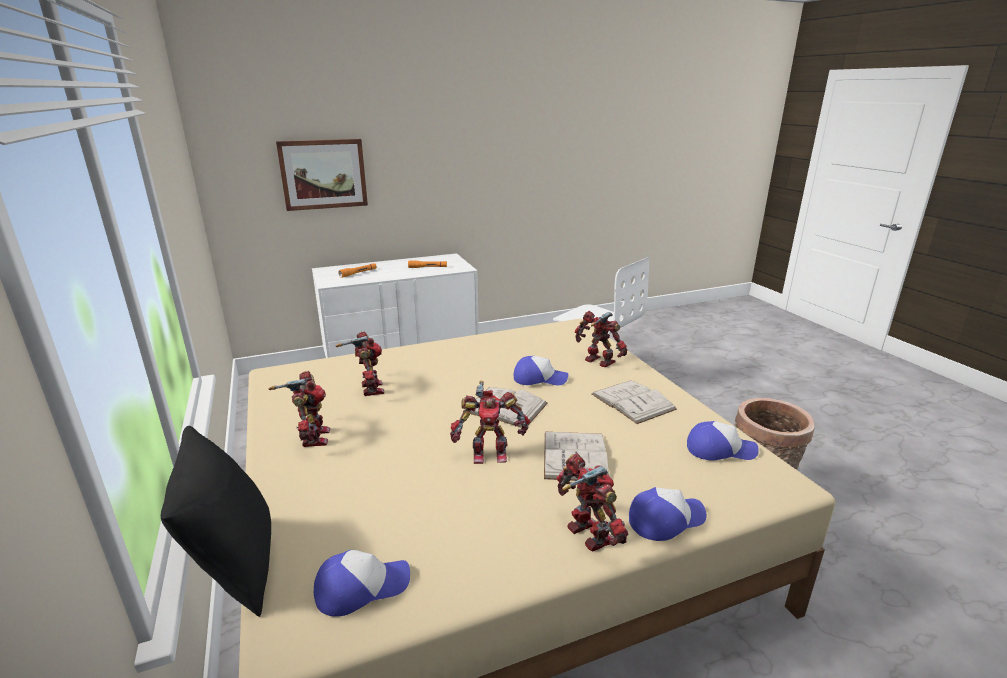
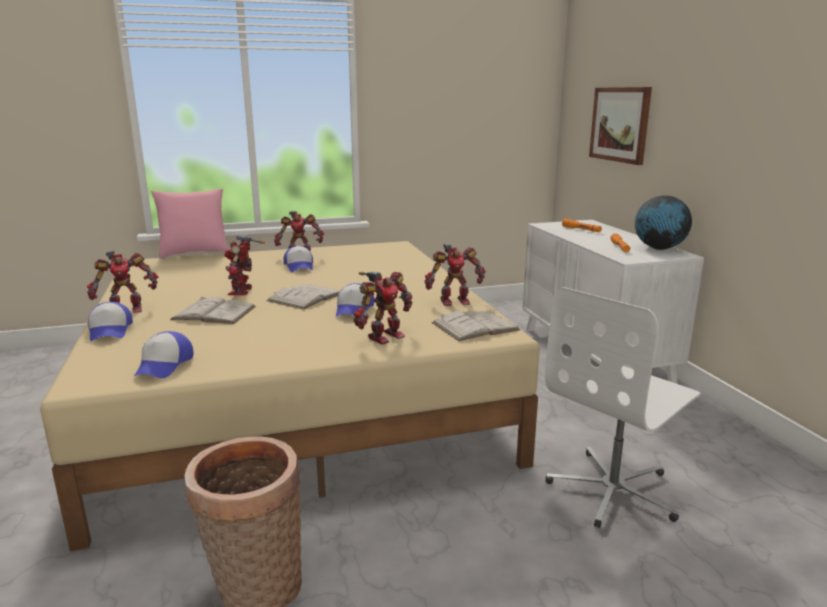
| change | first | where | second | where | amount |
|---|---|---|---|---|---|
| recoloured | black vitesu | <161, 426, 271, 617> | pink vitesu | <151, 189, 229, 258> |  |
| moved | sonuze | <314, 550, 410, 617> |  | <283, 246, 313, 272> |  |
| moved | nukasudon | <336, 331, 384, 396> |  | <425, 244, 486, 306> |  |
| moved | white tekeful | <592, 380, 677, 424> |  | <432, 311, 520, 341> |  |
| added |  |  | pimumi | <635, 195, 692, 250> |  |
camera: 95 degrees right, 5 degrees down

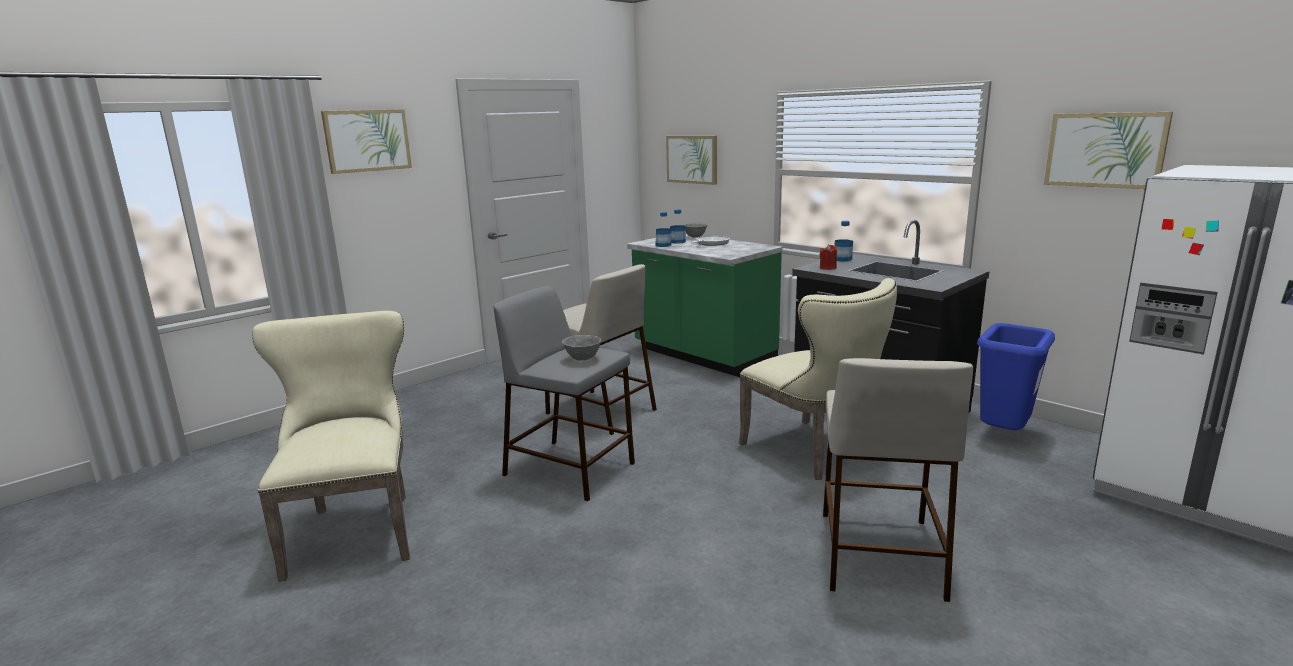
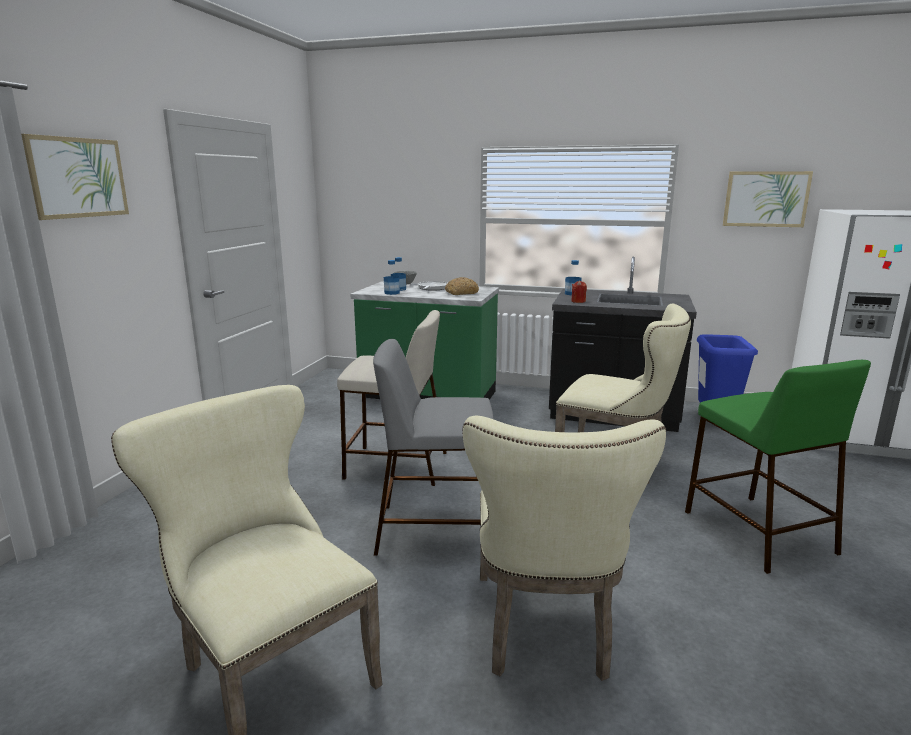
| change | first | where | second | where | amount |
|---|---|---|---|---|---|
| added |  |  | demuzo | <445, 277, 479, 295> |  |
| added |  |  | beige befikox | <462, 416, 666, 681> |  |
| recoloured | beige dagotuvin | <823, 358, 973, 602> | green dagotuvin | <685, 360, 871, 574> |  |
| removed | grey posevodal | <562, 335, 602, 361> |  |  |  |
| removed | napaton | <666, 136, 717, 185> |  |  |  |
camera: 30 degrees left, 0 degrees up

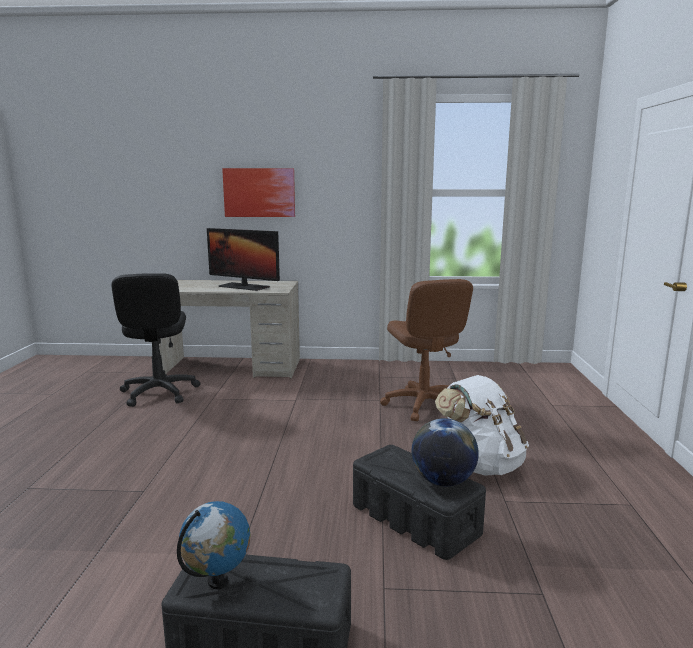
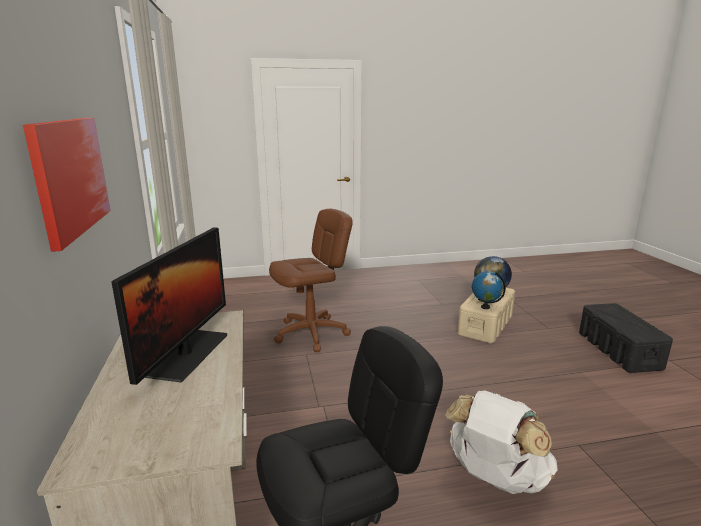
| change | first | where | second | where | amount |
|---|---|---|---|---|---|
| moved | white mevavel | <435, 375, 529, 476> |  | <445, 391, 557, 494> |  |
| recoloured | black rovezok | <353, 445, 486, 560> | beige rovezok | <458, 288, 515, 344> |  |
| moved | pimumi | <177, 501, 250, 590> |  | <472, 271, 506, 309> |  |
camera: 105 degrees left, 5 degrees up

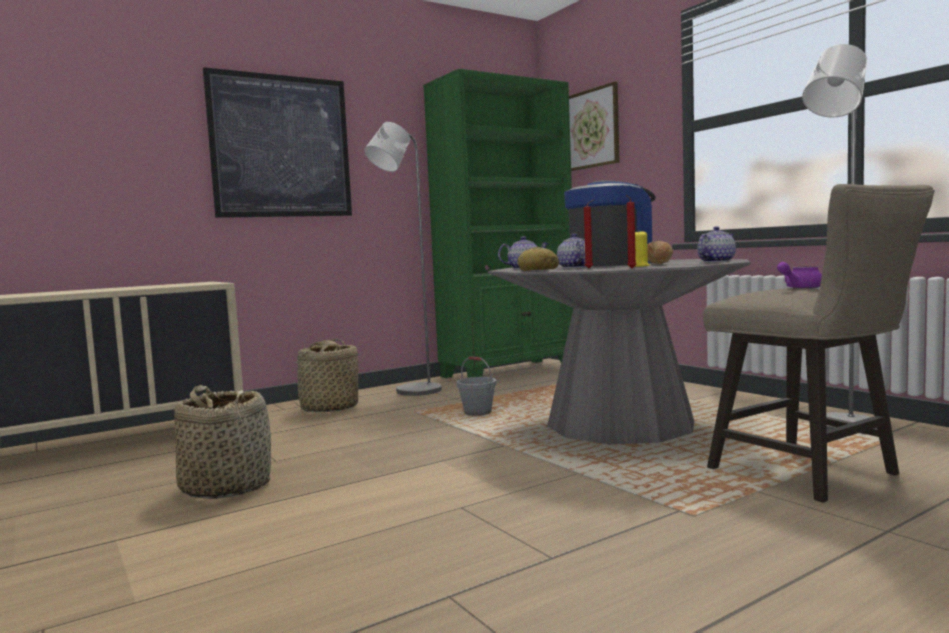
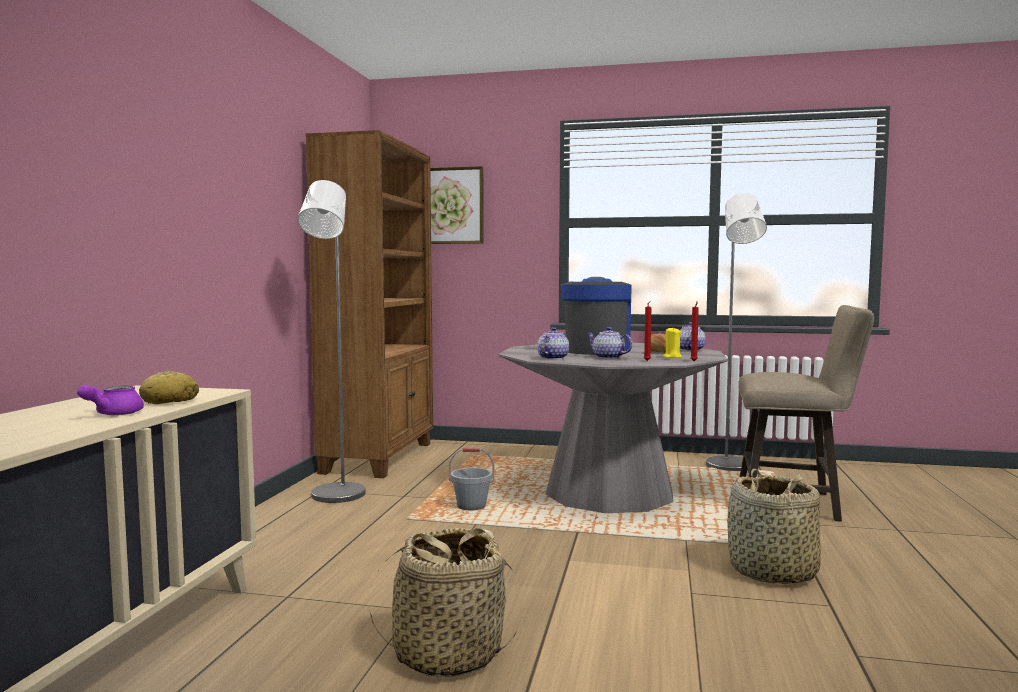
| change | first | where | second | where | amount |
|---|---|---|---|---|---|
| moved | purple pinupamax | <777, 262, 822, 289> |  | <77, 385, 144, 415> |  |
| moved | demuzo | <517, 247, 559, 271> |  | <139, 371, 199, 404> |  |
| recoloured | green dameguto | <423, 69, 573, 378> | brown dameguto | <305, 130, 433, 478> |  |
| moved | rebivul | <290, 339, 358, 412> |  | <727, 469, 821, 584> |  |
| removed | napaton | <203, 67, 352, 218> |  |  |  |
camera: 45 degrees left, 0 degrees up

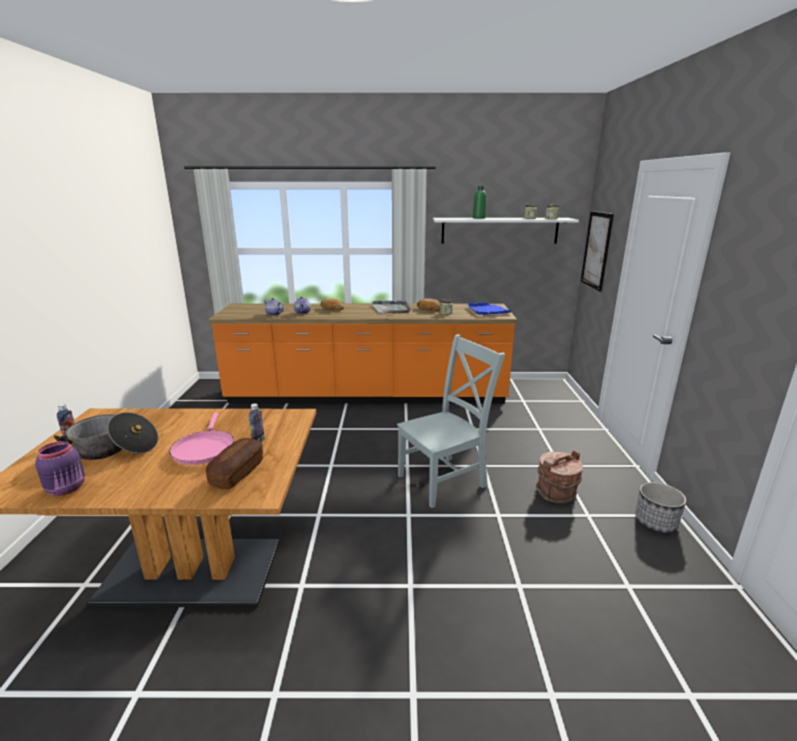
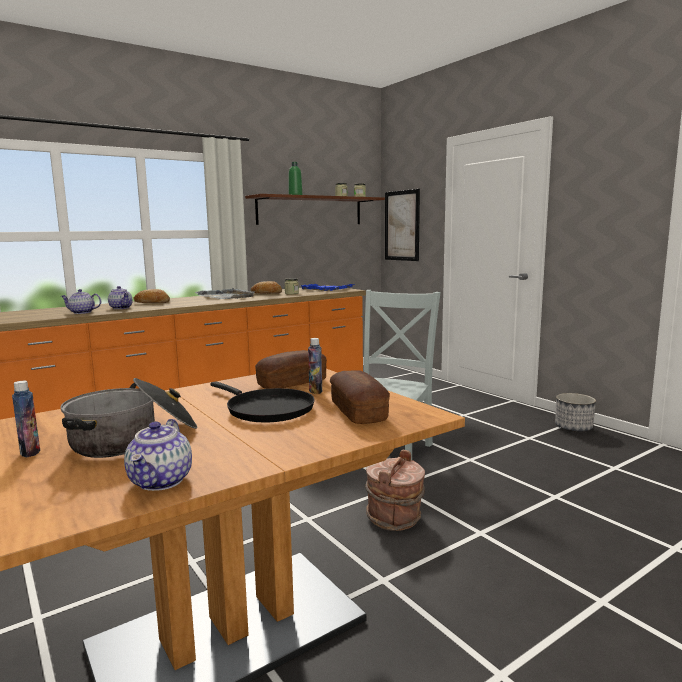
| change | first | where | second | where | amount |
|---|---|---|---|---|---|
| replaced | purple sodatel | <35, 441, 85, 496> | pinupamax | <124, 419, 192, 491> |  |
| recoloured | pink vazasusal | <169, 412, 234, 465> | black vazasusal | <210, 381, 315, 422> |  |
| recoloured | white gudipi | <433, 218, 579, 244> | brown gudipi | <245, 194, 385, 225> |  |
| added |  |  | demuzo | <255, 350, 327, 389> |  |
| moved | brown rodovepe | <536, 450, 583, 504> |  | <365, 449, 425, 531> |  |
camera: 35 degrees left, 10 degrees down

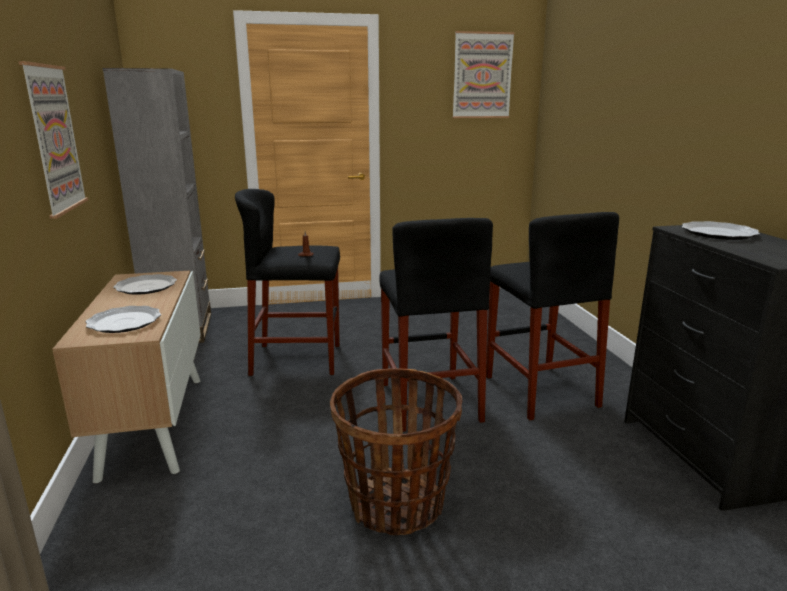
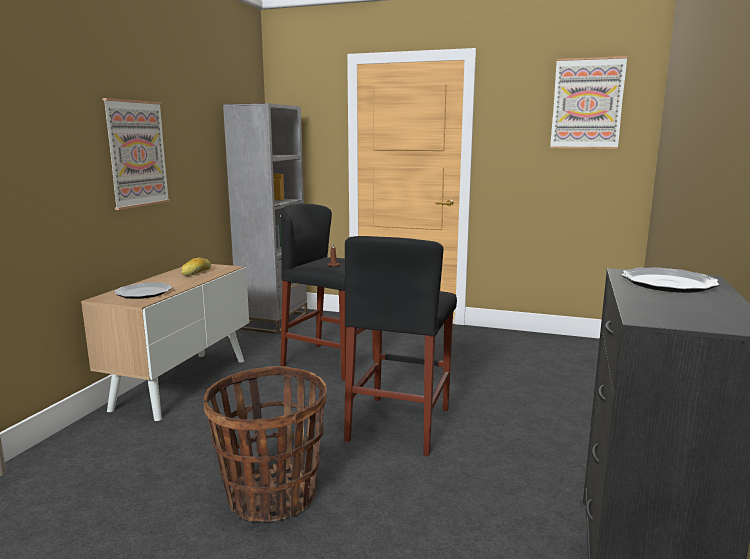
| change | first | where | second | where | amount |
|---|---|---|---|---|---|
| replaced | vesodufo | <113, 274, 177, 295> | demuzo | <181, 257, 211, 276> |  |
| removed | black dagotuvin | <486, 212, 619, 420> |  |  |  |
camera: 30 degrees right, 5 degrees down

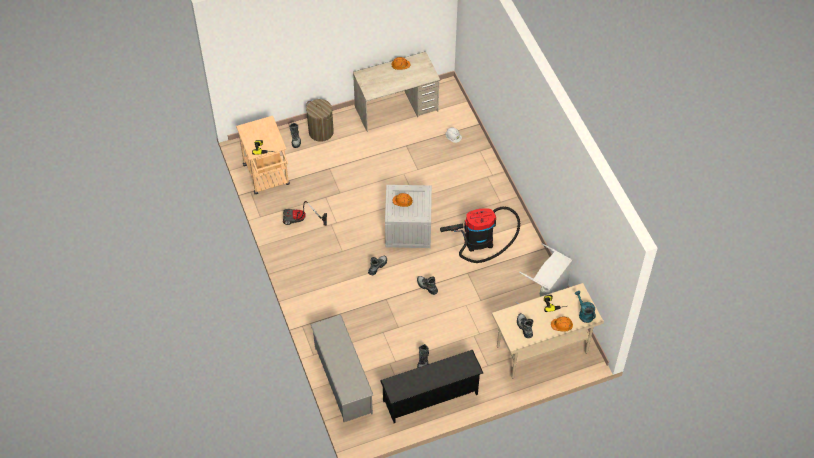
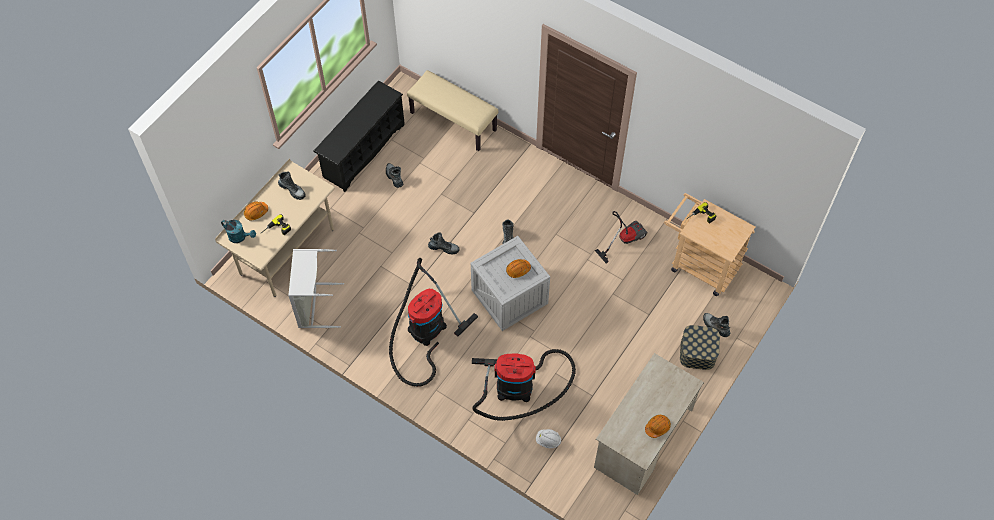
| change | first | where | second | where | amount |
|---|---|---|---|---|---|
| replaced | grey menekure | <310, 315, 373, 422> | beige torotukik | <407, 70, 498, 151> |  |
| added |  |  | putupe | <472, 349, 576, 421> |  |
| replaced | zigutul | <306, 99, 334, 142> | rovezok | <680, 325, 720, 370> |  |
camera: 145 degrees right, 5 degrees up

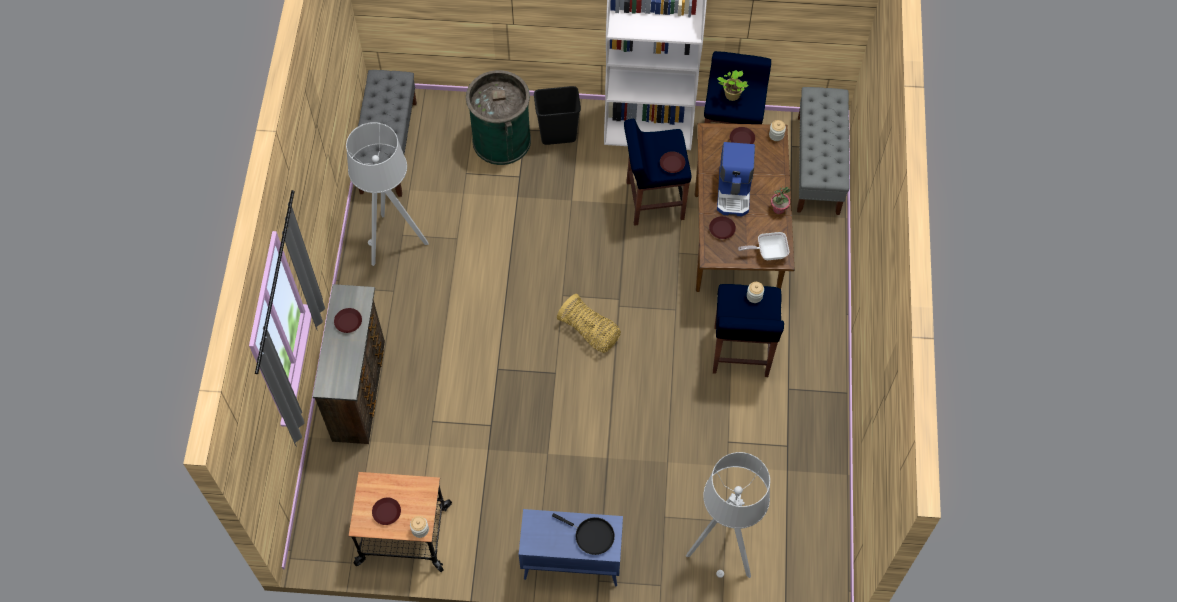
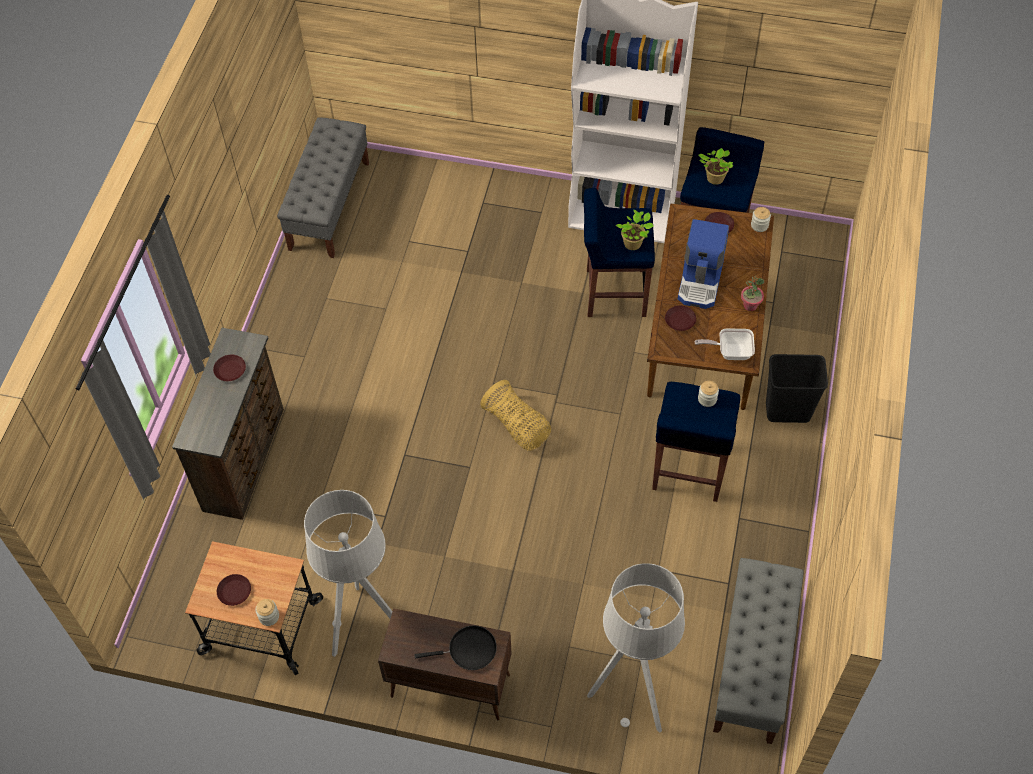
| change | first | where | second | where | amount |
|---|---|---|---|---|---|
| moved | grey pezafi | <346, 122, 429, 266> |  | <304, 490, 393, 657> |  |
| recoloured | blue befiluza | <519, 509, 623, 586> | brown befiluza | <378, 608, 512, 720> |  |
| turned | black vazasusal | <552, 513, 615, 555> |  | <415, 626, 497, 670> | 45 degrees counterclockwise |
| replaced | brown vesodufo | <660, 151, 686, 173> | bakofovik | <616, 210, 654, 250> |  |
| moved | grey torotukik | <797, 87, 850, 215> |  | <713, 558, 803, 744> |  |
| moved | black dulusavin | <534, 86, 581, 145> |  | <766, 354, 828, 423> |  |
| removed | green dulusavin | <466, 70, 531, 165> |  |  |  |
camera: 10 degrees right, 5 degrees down

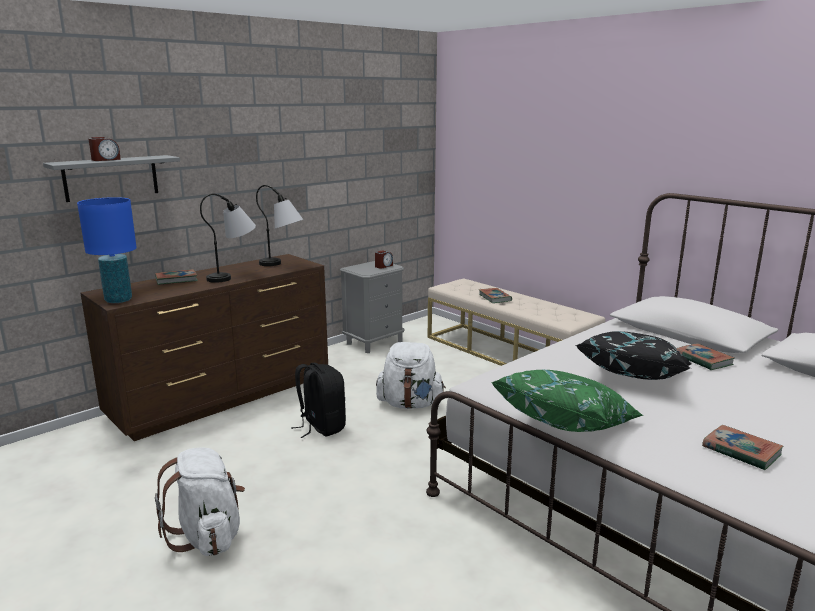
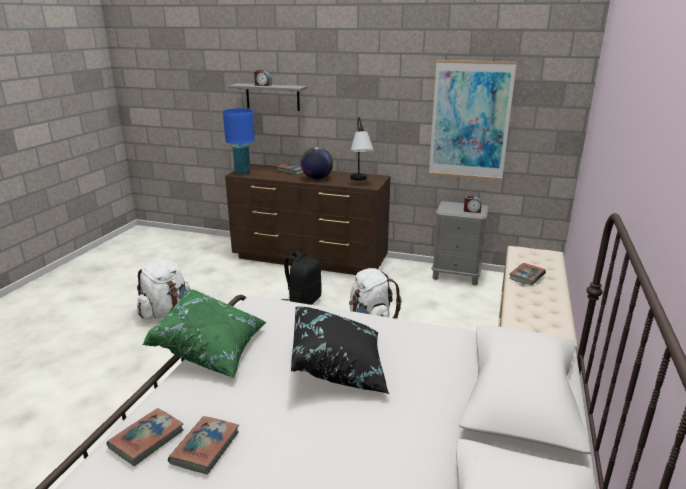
| change | first | where | second | where | amount |
|---|---|---|---|---|---|
| moved | tekeful | <676, 343, 735, 370> |  | <107, 408, 184, 466> |  |
| replaced | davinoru | <200, 194, 256, 283> | pimumi | <301, 147, 333, 180> |  |
| added |  |  | napaton | <429, 60, 517, 180> |  |
camera: 60 degrees right, 5 degrees up

